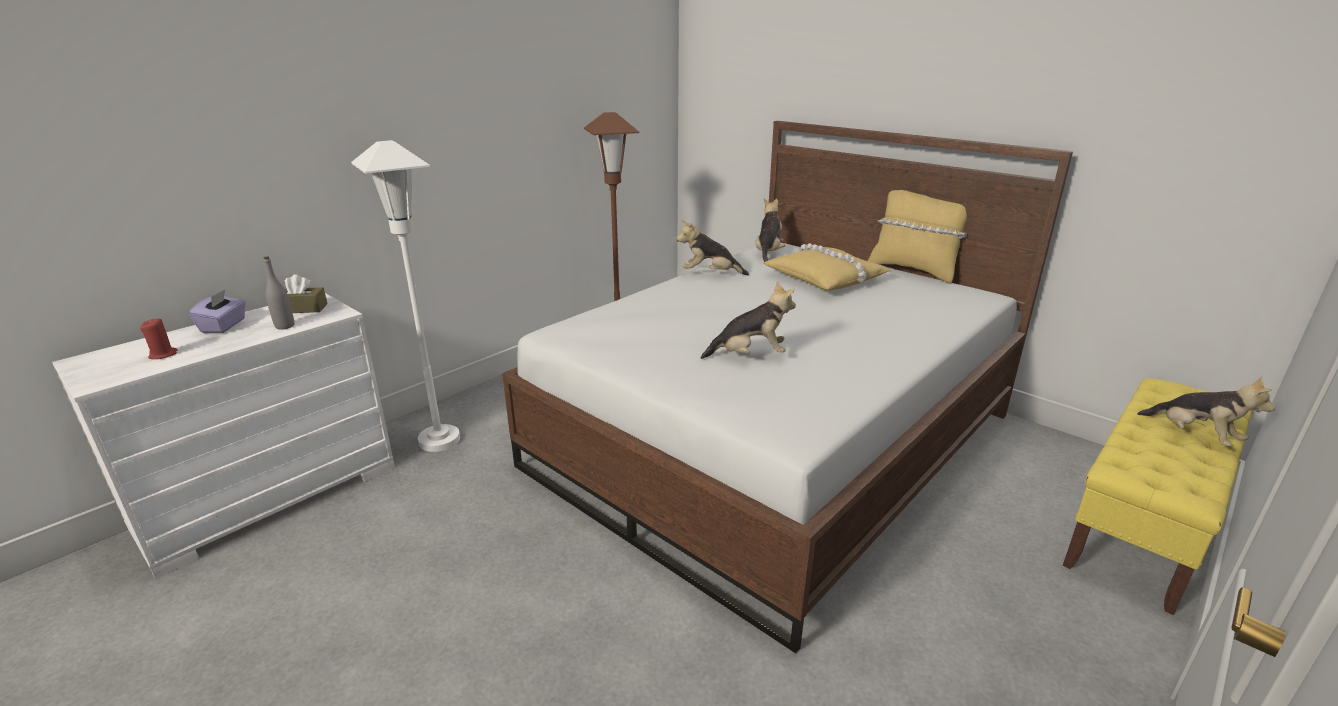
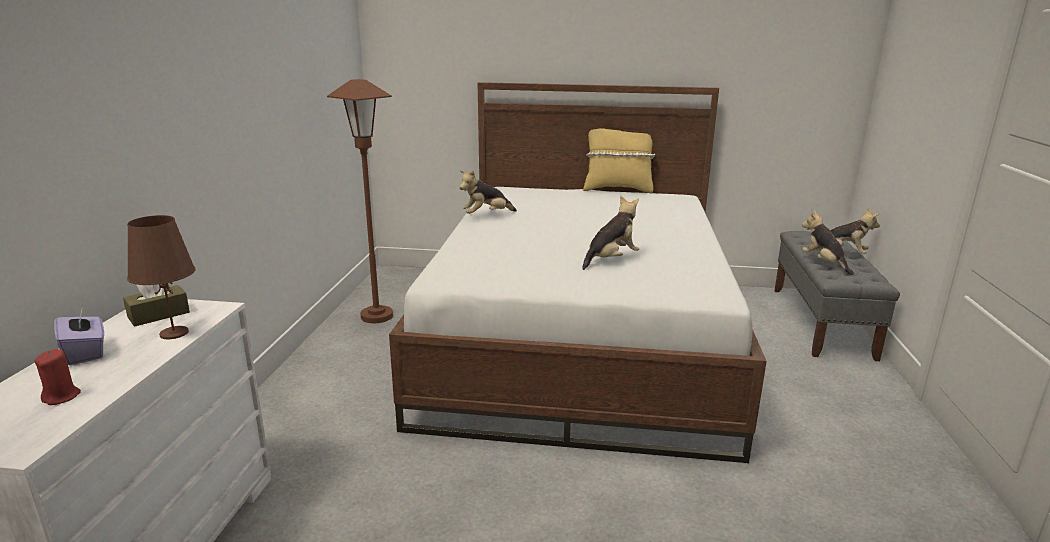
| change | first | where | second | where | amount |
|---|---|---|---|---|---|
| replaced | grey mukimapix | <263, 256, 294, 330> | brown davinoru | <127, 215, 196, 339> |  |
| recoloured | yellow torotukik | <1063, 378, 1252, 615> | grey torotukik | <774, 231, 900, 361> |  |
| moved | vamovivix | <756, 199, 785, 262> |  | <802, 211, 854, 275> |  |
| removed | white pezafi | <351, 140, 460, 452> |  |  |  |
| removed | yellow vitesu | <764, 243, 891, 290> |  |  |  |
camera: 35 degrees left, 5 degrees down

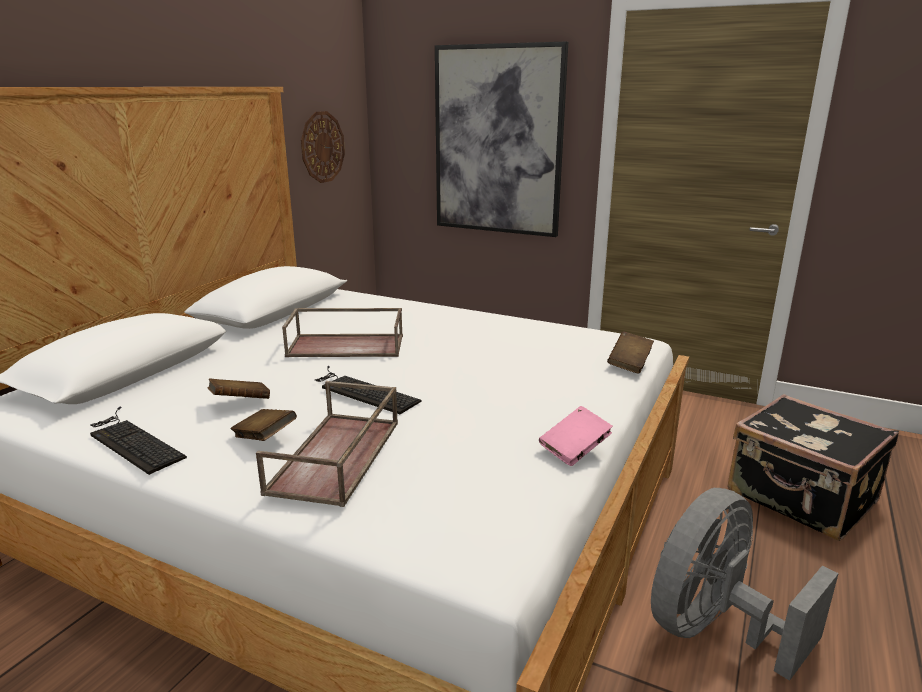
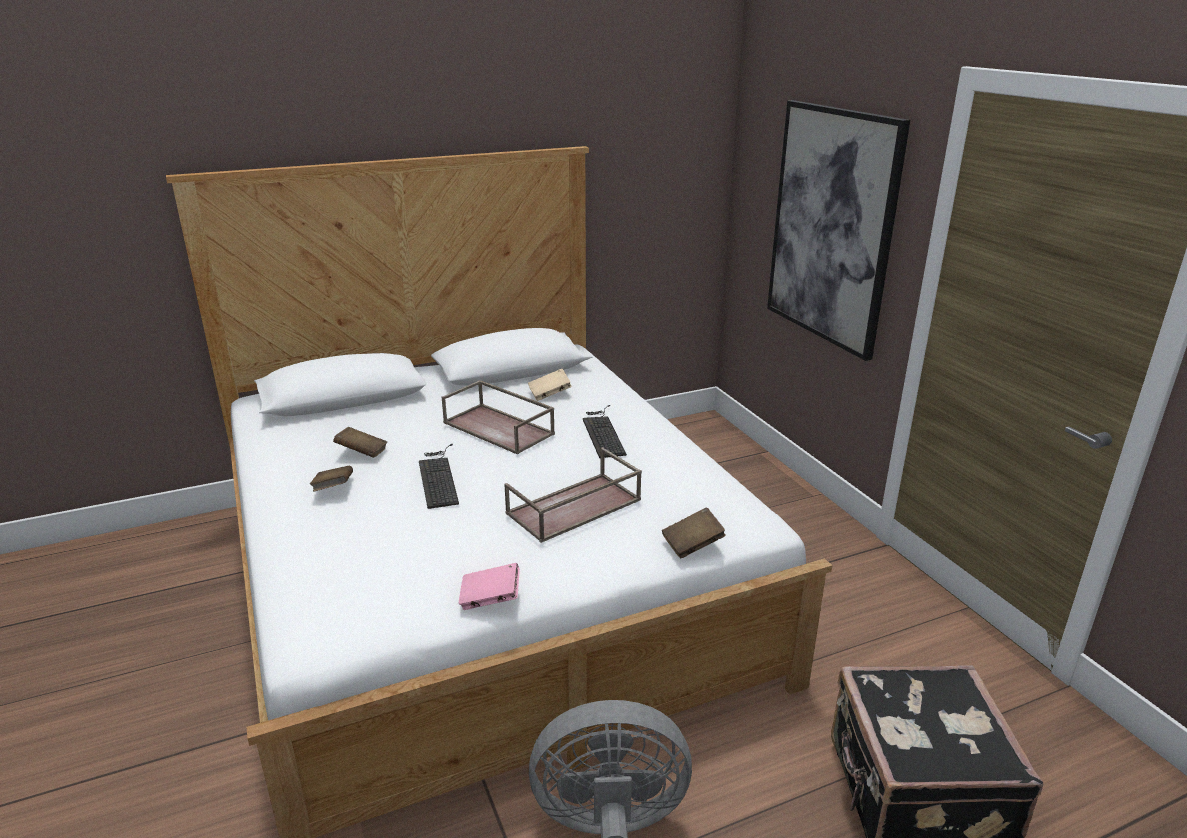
| change | first | where | second | where | amount |
|---|---|---|---|---|---|
| moved | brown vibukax | <256, 381, 398, 507> |  | <504, 447, 642, 543> |  |
| added |  |  | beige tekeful | <528, 369, 572, 401> |  |
| moved | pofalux | <90, 406, 187, 475> |  | <583, 405, 627, 458> |  |
| removed | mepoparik | <301, 111, 345, 183> |  |  |  |
camera: 40 degrees right, 5 degrees up

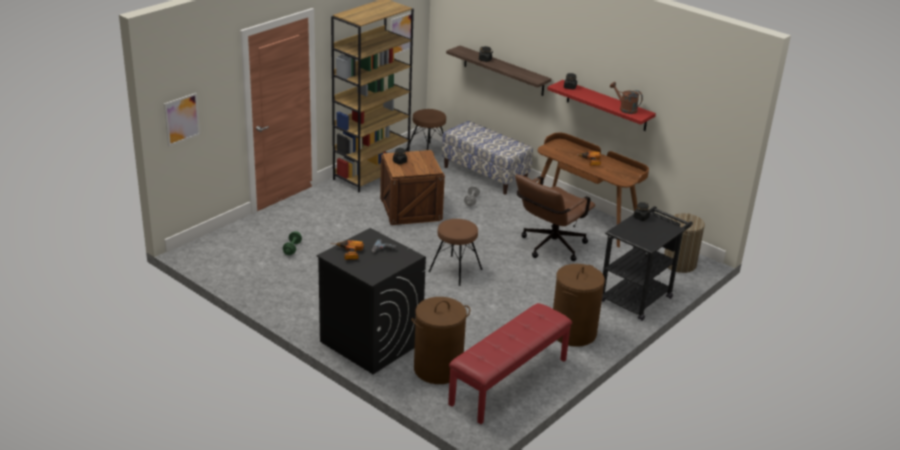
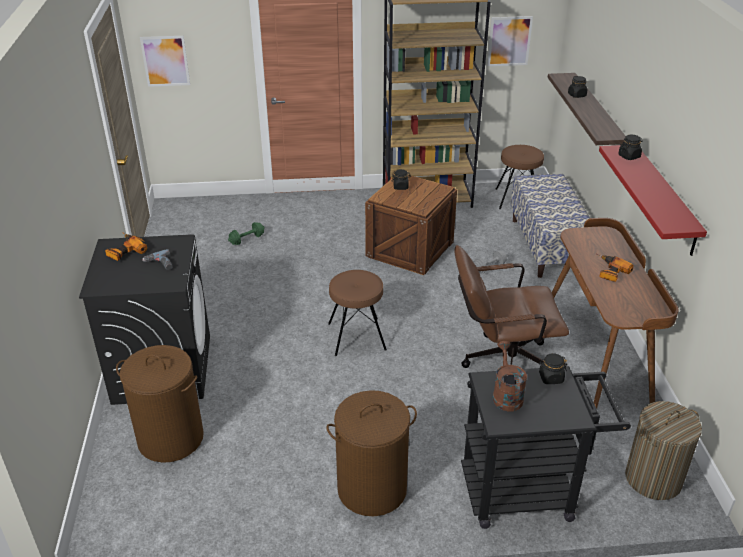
| change | first | where | second | where | amount |
|---|---|---|---|---|---|
| moved | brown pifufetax | <610, 82, 643, 114> |  | <493, 341, 527, 412> |  |
| removed | red torotukik | <448, 303, 572, 424> |  |  |  |
camera: 45 degrees right, 5 degrees up

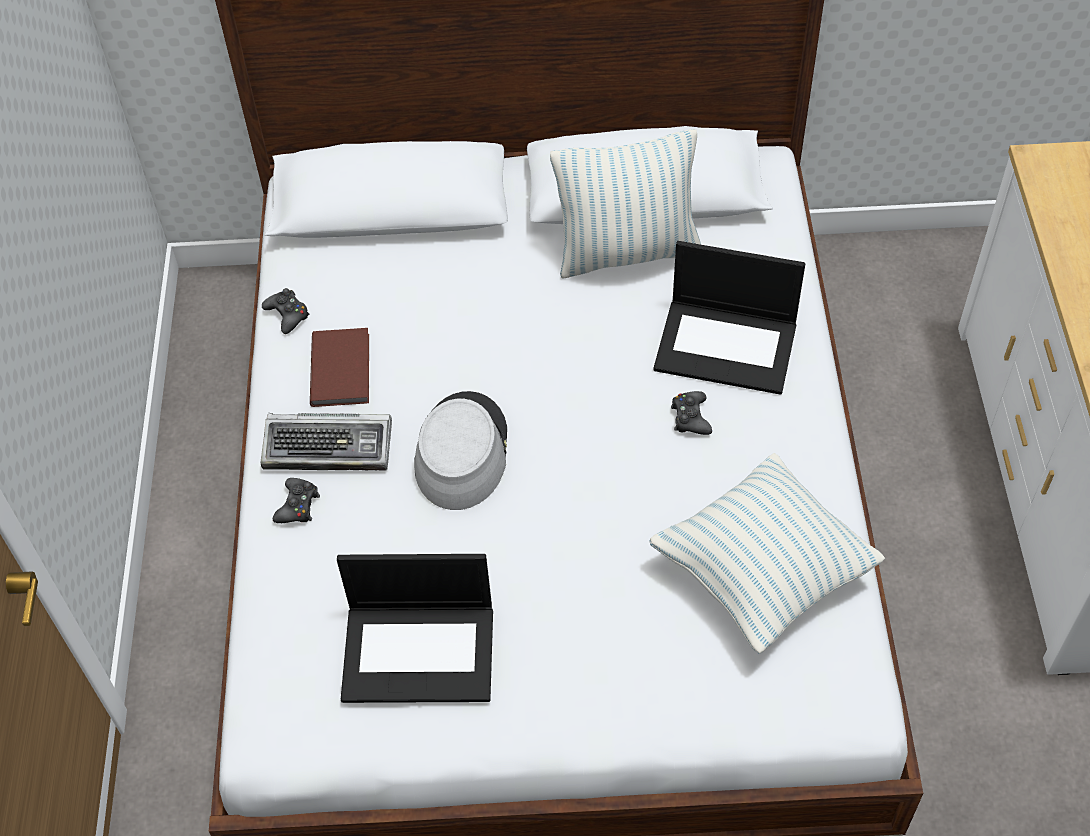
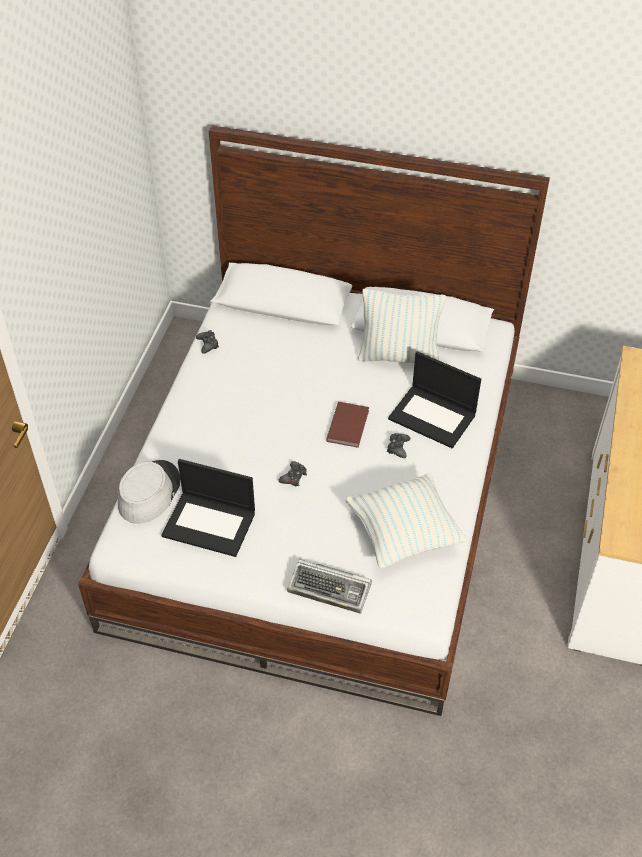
| change | first | where | second | where | amount |
|---|---|---|---|---|---|
| moved | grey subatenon | <414, 391, 507, 510> |  | <118, 460, 180, 524> |  |
| moved | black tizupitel | <273, 478, 320, 523> |  | <278, 461, 307, 486> |  |
| moved | pofalux | <261, 413, 392, 471> |  | <287, 559, 372, 613> |  |
| moved | brown tekeful | <310, 328, 369, 407> |  | <326, 402, 369, 448> |  |
camera: 15 degrees right, 5 degrees down

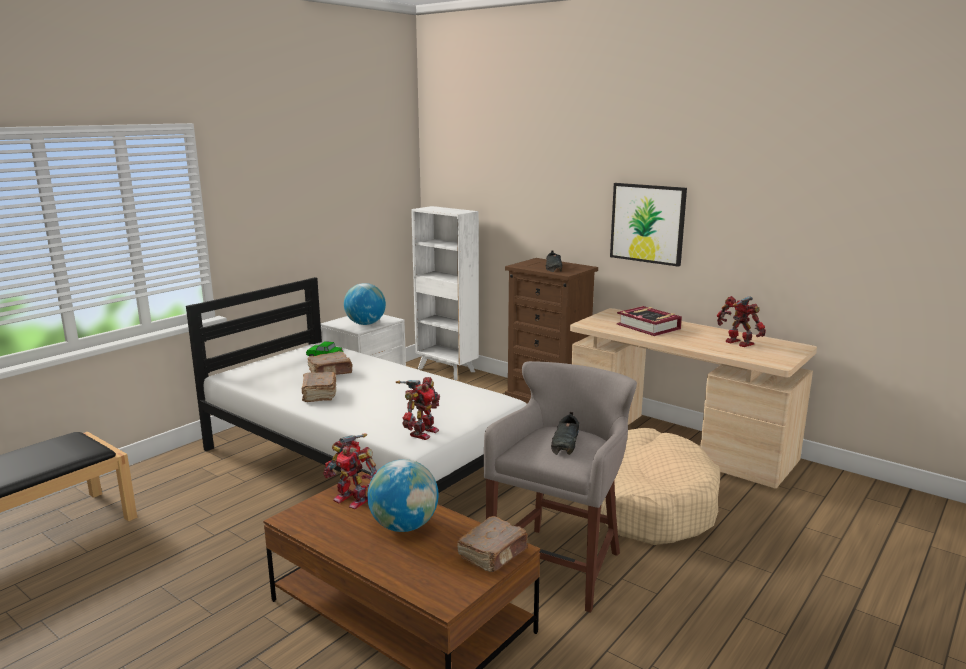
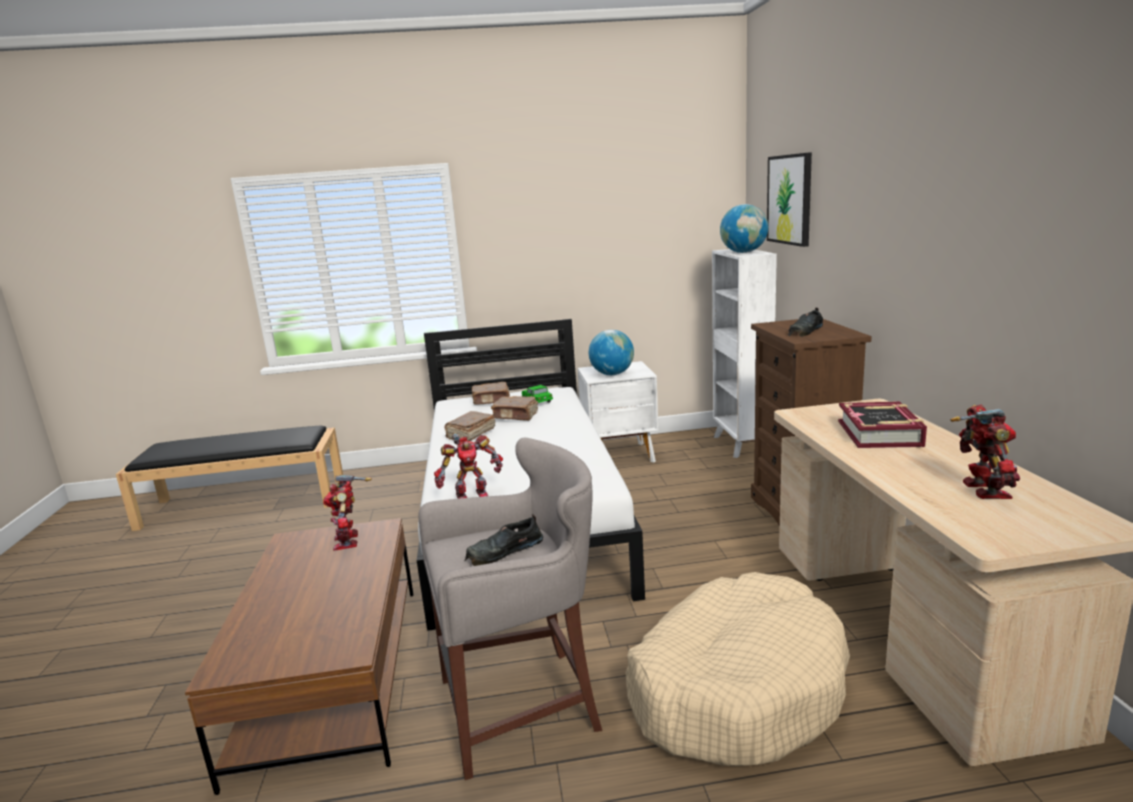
| change | first | where | second | where | amount |
|---|---|---|---|---|---|
| moved | brown tekeful | <457, 516, 528, 572> |  | <472, 382, 510, 405> |  |
| moved | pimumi | <367, 459, 439, 532> |  | <720, 204, 768, 253> |  |
| moved | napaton | <610, 183, 687, 267> |  | <767, 152, 812, 247> |  |
camera: 45 degrees right, 0 degrees up

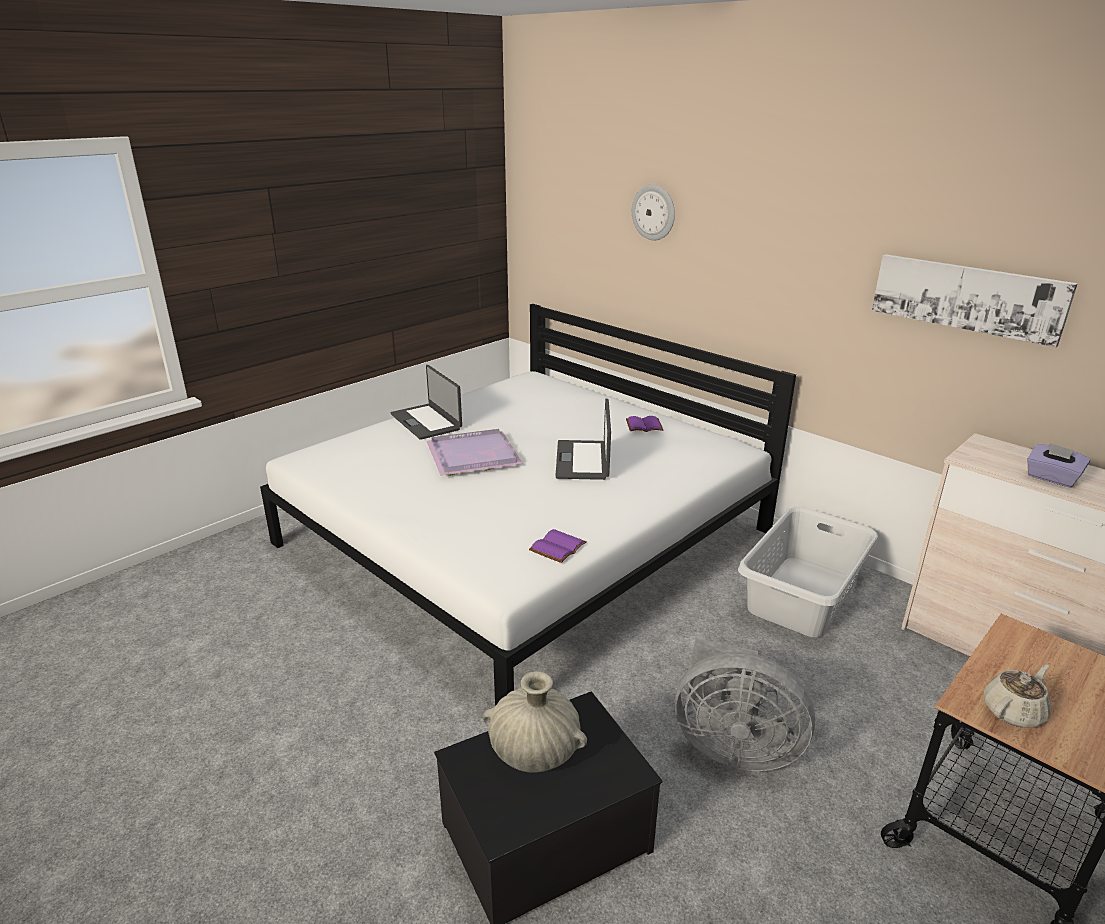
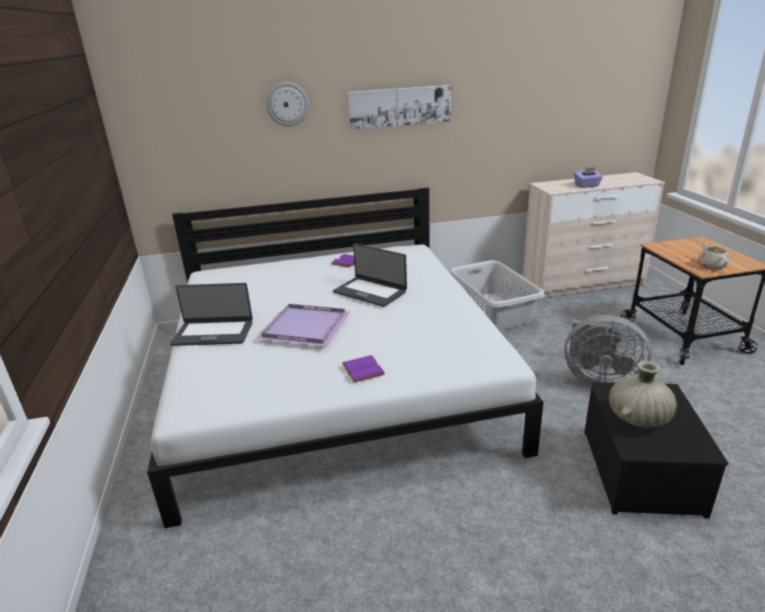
| change | first | where | second | where | amount |
|---|---|---|---|---|---|
| moved | purple tekeful | <529, 529, 586, 563> |  | <342, 355, 385, 382> |  |
| moved | napaton | <872, 254, 1078, 347> |  | <348, 85, 451, 130> |  |
| turned | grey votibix | <675, 638, 815, 771> |  | <564, 315, 652, 386> | 60 degrees clockwise |
camera: 55 degrees left, 0 degrees up

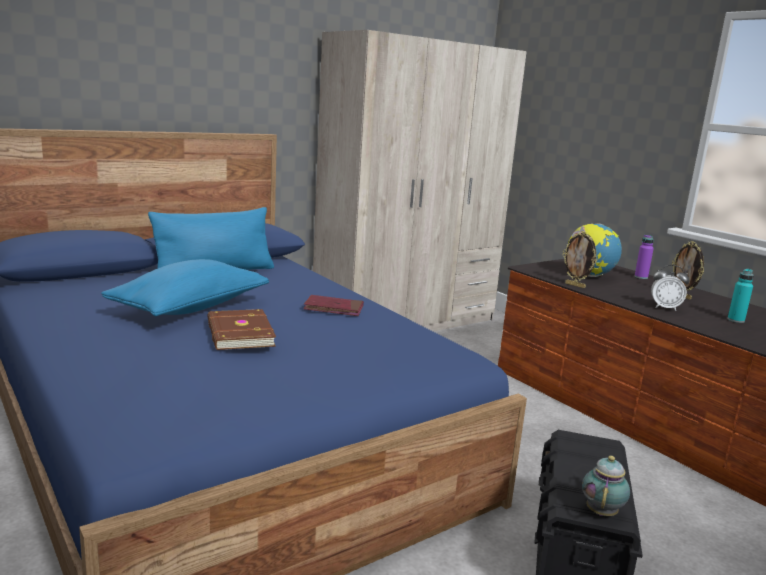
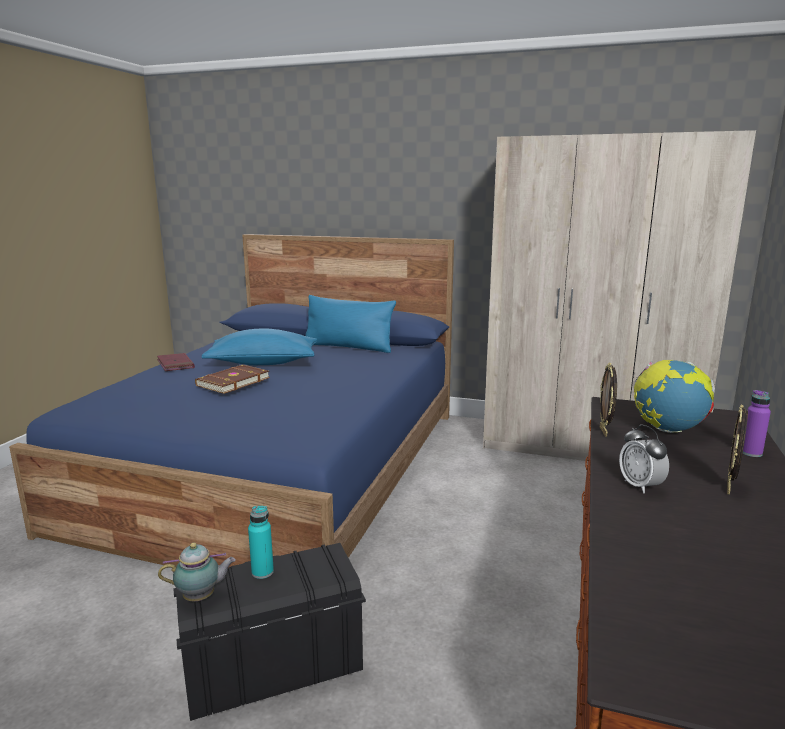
| change | first | where | second | where | amount |
|---|---|---|---|---|---|
| moved | red tekeful | <303, 295, 364, 316> |  | <157, 353, 195, 371> |  |
| moved | turquoise mukimapix | <727, 269, 754, 323> |  | <248, 506, 274, 579> |  |
camera: 55 degrees right, 0 degrees up

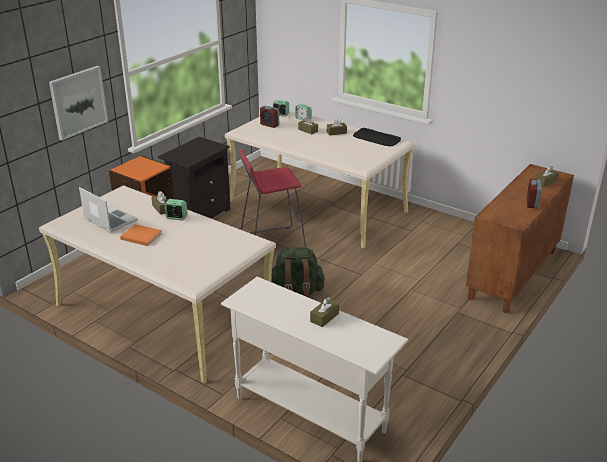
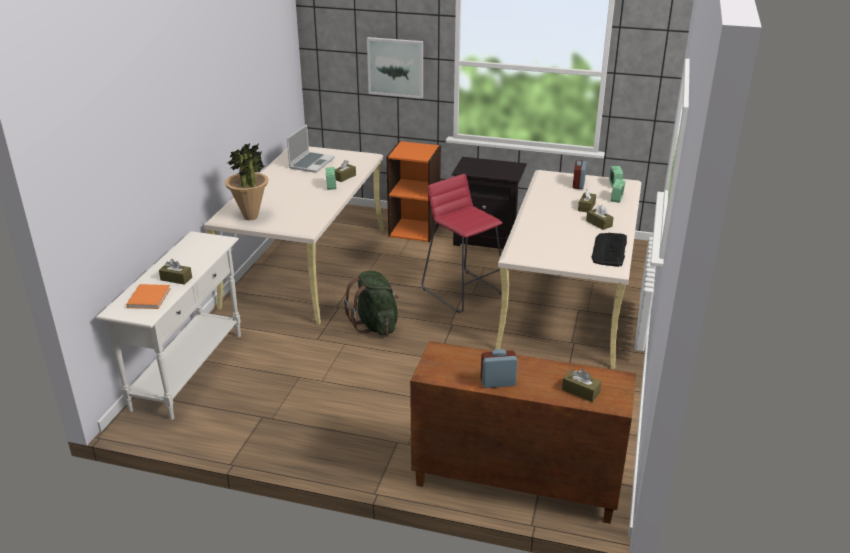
| change | first | where | second | where | amount |
|---|---|---|---|---|---|
| moved | orange tekeful | <120, 224, 162, 246> |  | <126, 284, 170, 309> |  |
| added |  |  | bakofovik | <225, 143, 269, 220> |  |
camera: 70 degrees right, 0 degrees up

